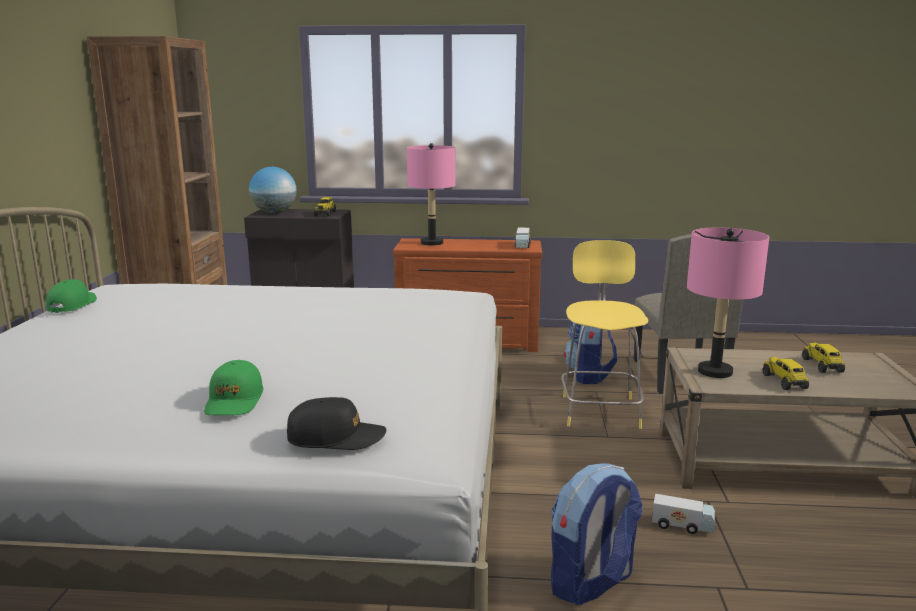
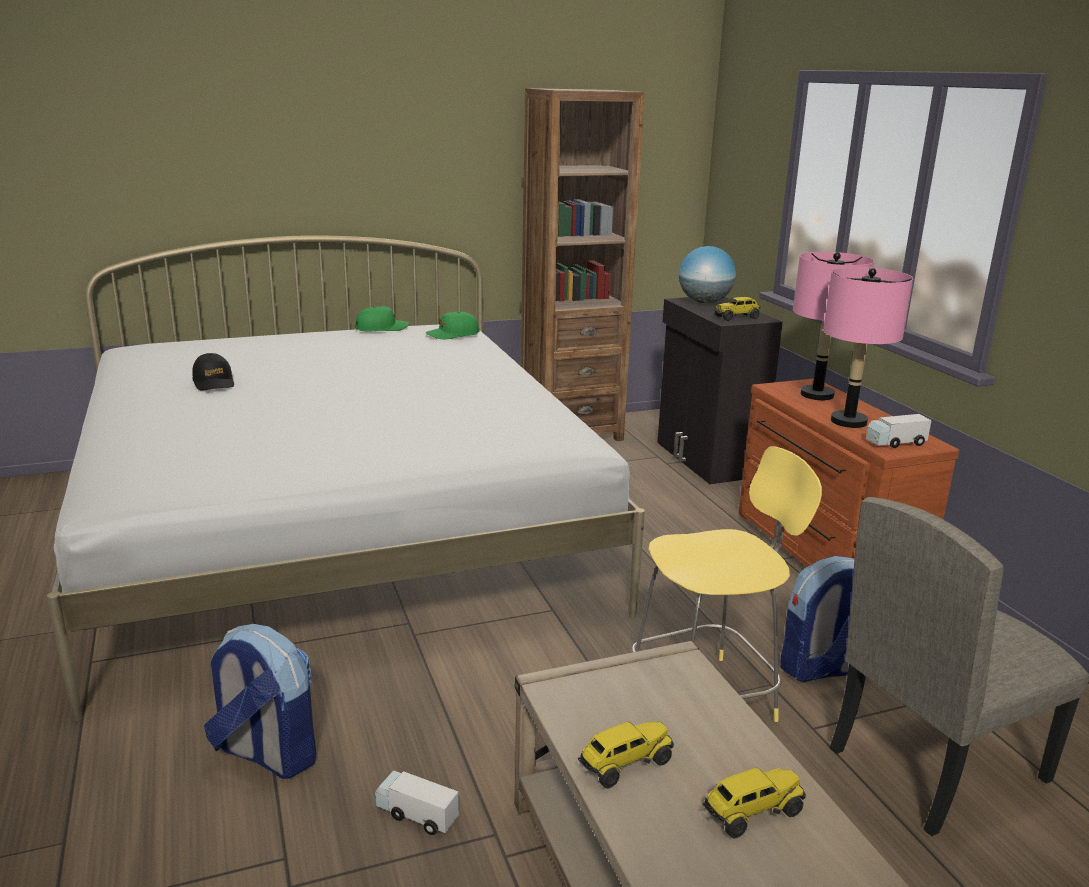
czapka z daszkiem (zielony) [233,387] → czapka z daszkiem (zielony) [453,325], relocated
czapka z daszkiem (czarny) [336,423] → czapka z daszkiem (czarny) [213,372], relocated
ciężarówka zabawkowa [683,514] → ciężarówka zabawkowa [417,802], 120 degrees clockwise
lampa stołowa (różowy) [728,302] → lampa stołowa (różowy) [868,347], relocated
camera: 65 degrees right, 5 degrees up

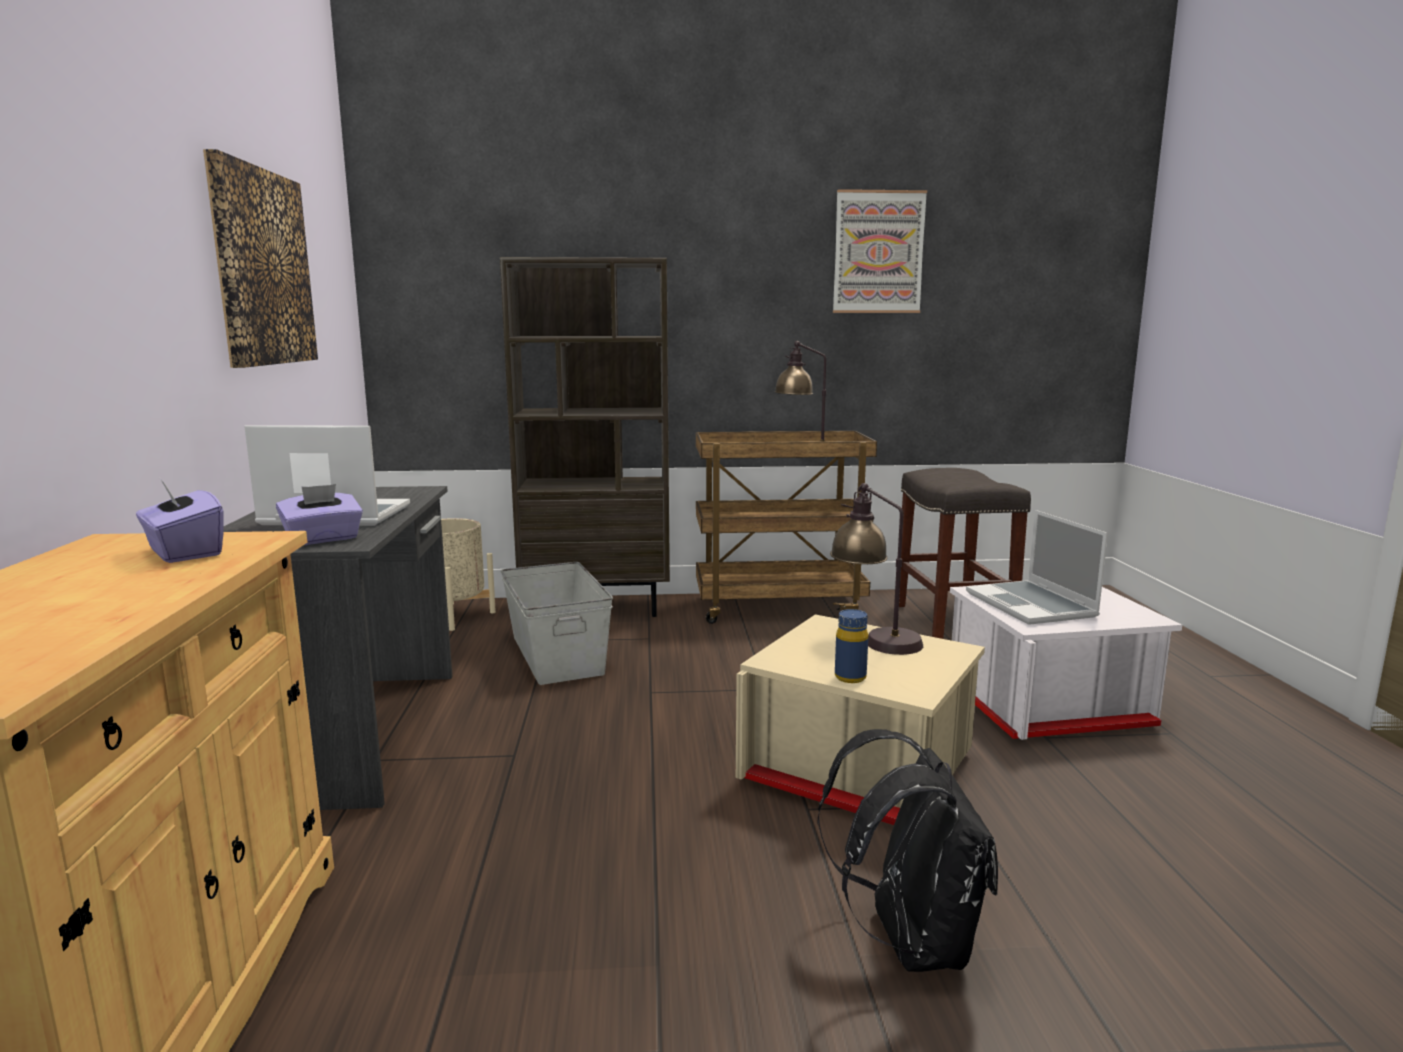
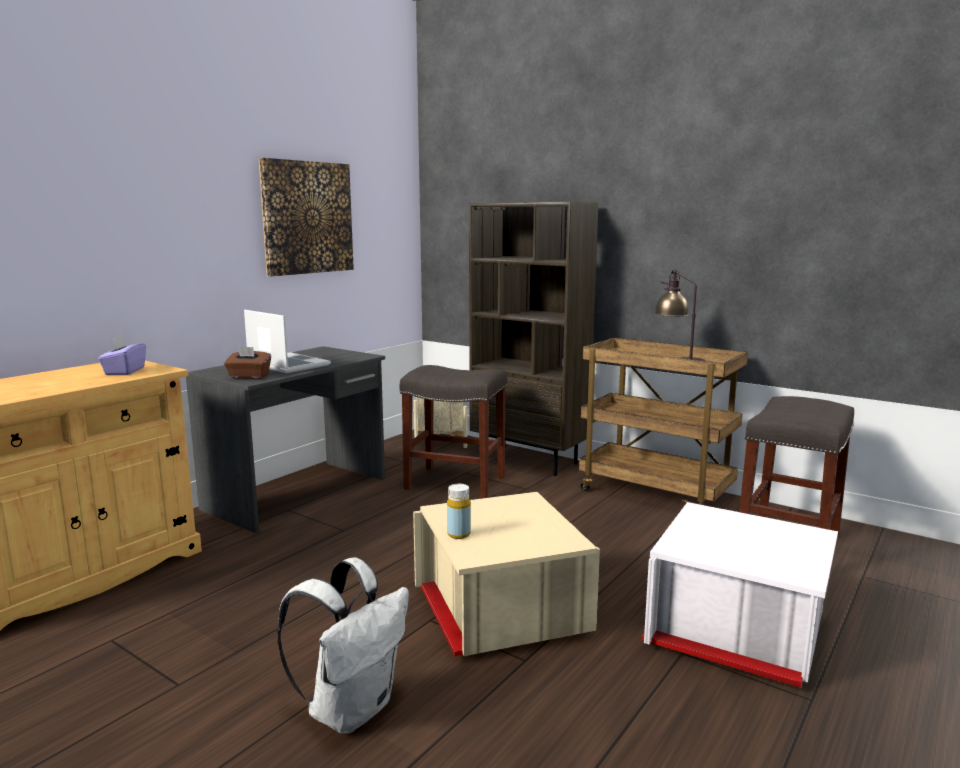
pudełko chusteczek (fioletowy) [319,514] → pudełko chusteczek (brązowy) [247,362]
pojemnik do przechowywania (szary) [557,623] → stołek (szary) [453,432]
plecak (czarny) [907,850] → plecak (biały) [343,645]
lampa stołowa [876,569] → -
obraz [880,251] → -
butelka (niebieski) [851,646] → butelka (żółty) [459,511]
laptop [1037,567] → -
camera: 40 degrees right, 0 degrees up

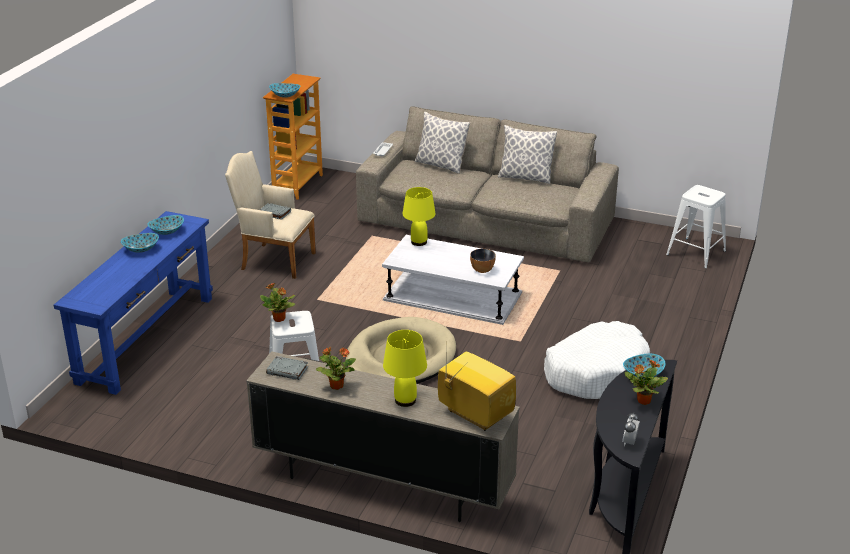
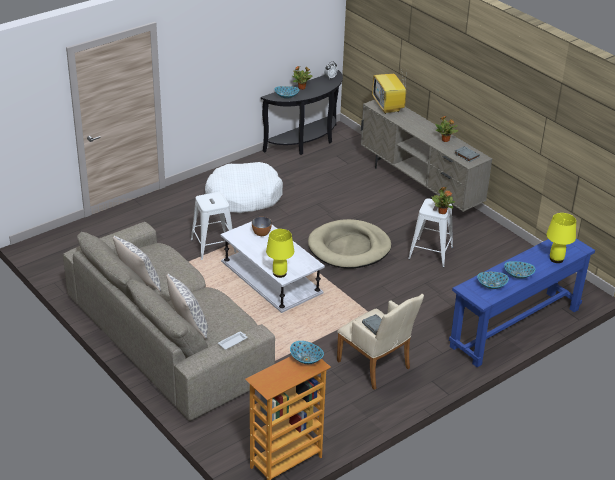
lampa stołowa (żółty) [405,368] → lampa stołowa (żółty) [561,238], relocated
stołek (biały) [696,227] → stołek (biały) [214,226], relocated
camera: 150 degrees left, 5 degrees up

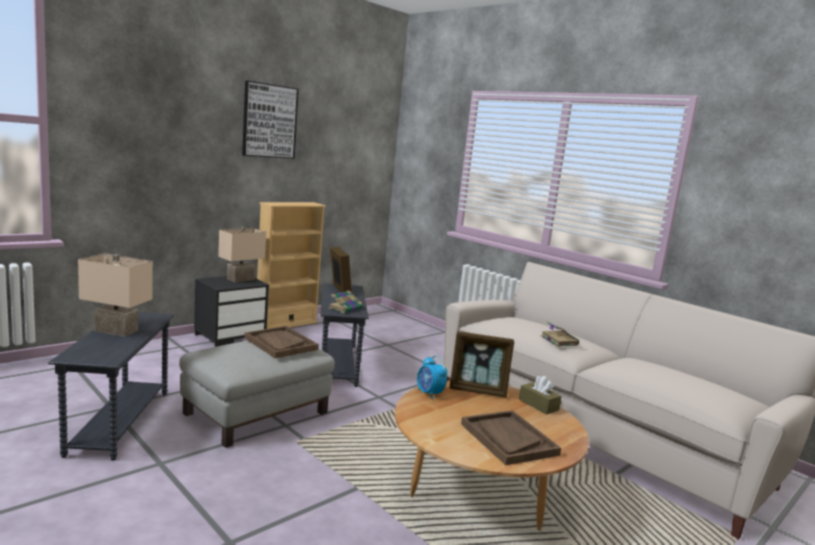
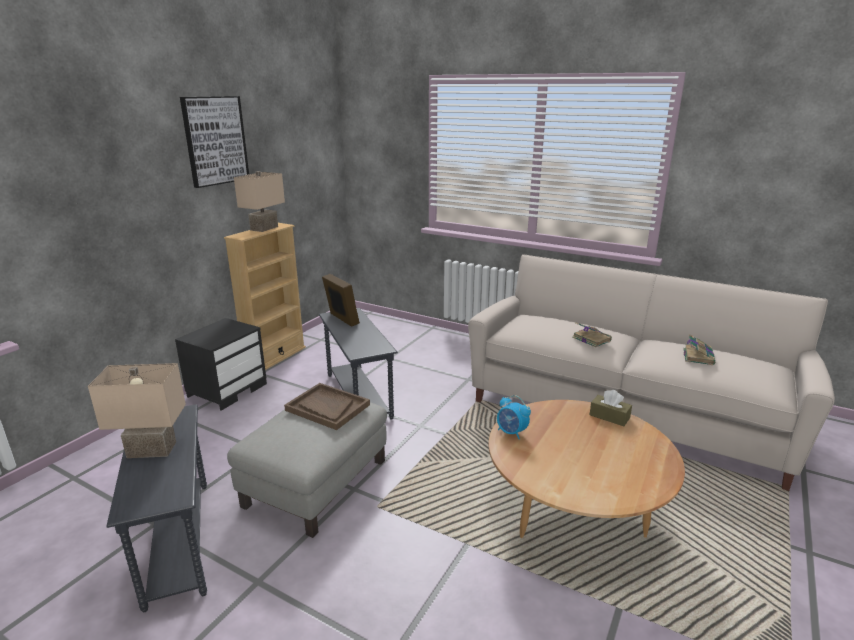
lampa stołowa (beżowy) [242,254] → lampa stołowa (beżowy) [259,201], relocated
książka [345,301] → książka [699,349], relocated
ramka na zdjęcie [481,364] → -
taca (brązowy) [511,437] → -
camera: 15 degrees left, 10 degrees up

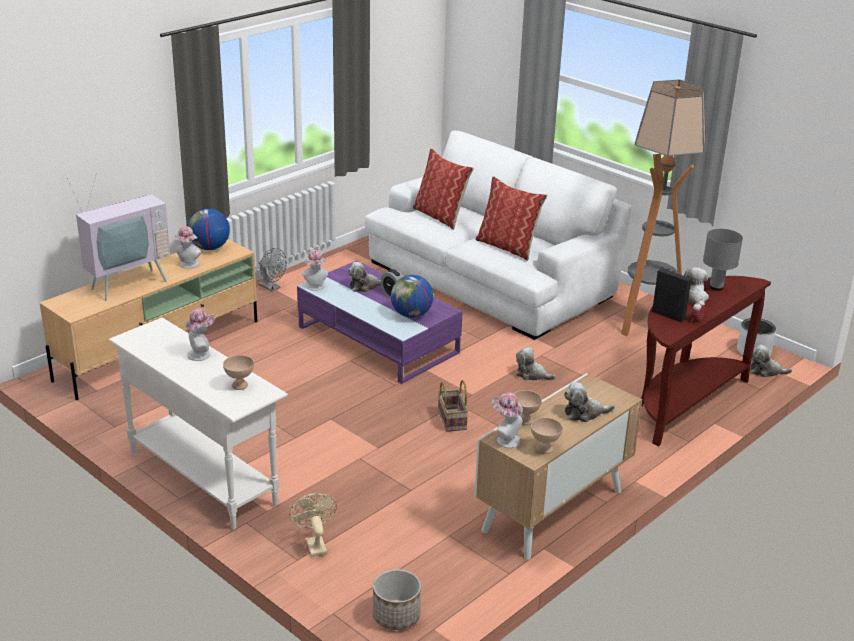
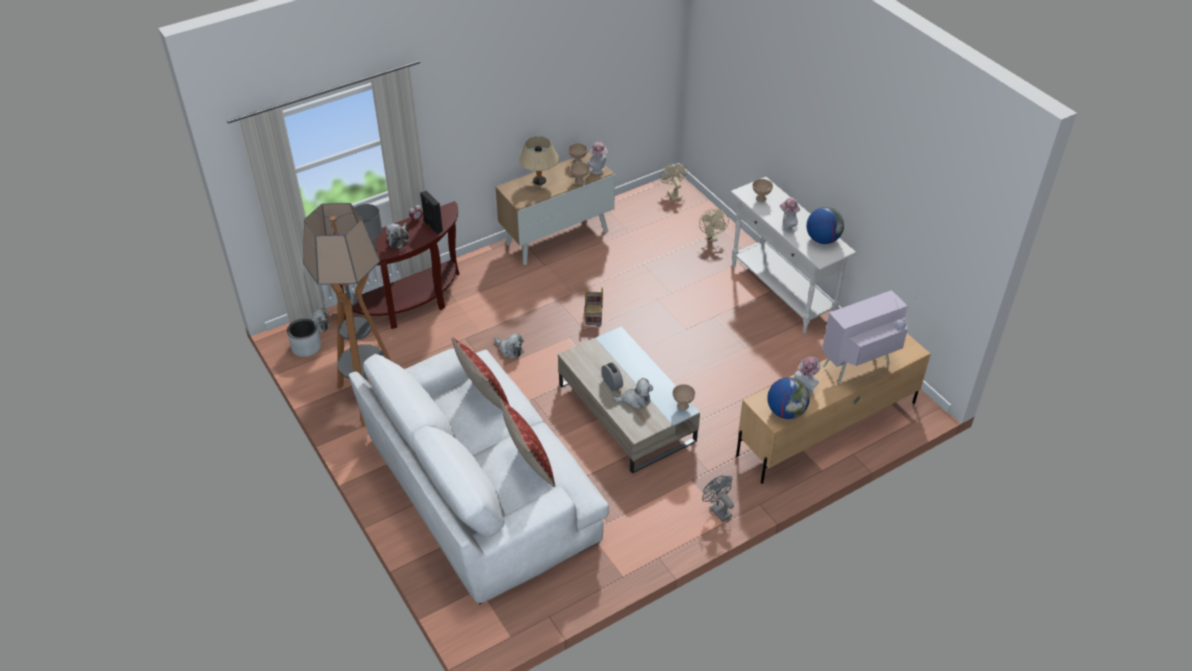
ława (fioletowy) [380,322] → ława (beżowy) [629,399]
kapelusz [315,270] → miska (beżowy) [684,397]
donica [397,599] → wentylator (beżowy) [673,182]
globus [412,296] → globus [825,225], relocated
pluszak [589,402] → lampa stołowa (beżowy) [539,161]
camera: 165 degrees left, 15 degrees up

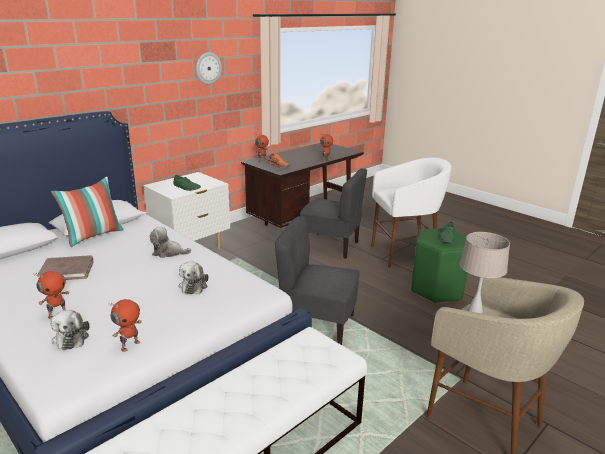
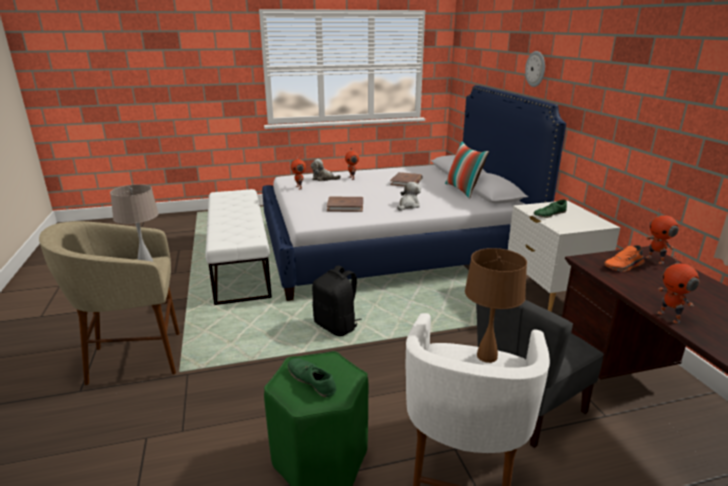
pluszak [193,277] → książka (brązowy) [345,204]
zegar ścienny [209,68] → zegar ścienny [535,69], relocated
krzesło (szary) [317,280] → plecak (czarny) [337,300]
- → lampa stołowa (brązowy) [496,305]
camera: 120 degrees right, 0 degrees up

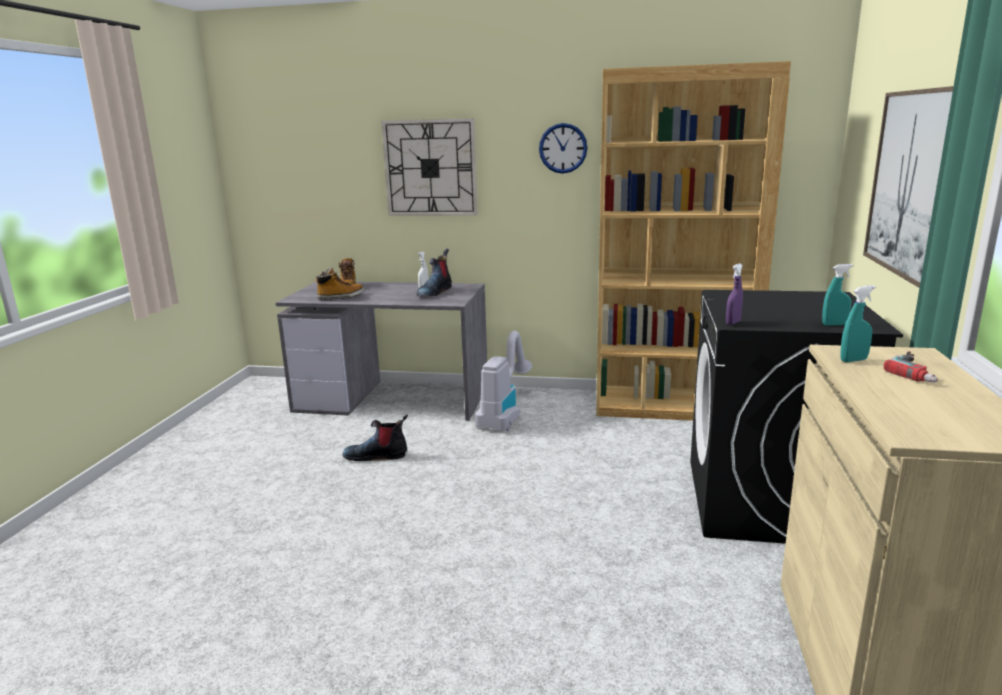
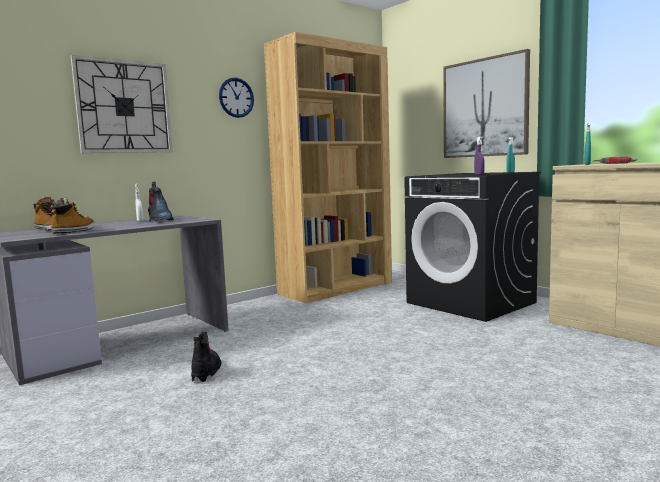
but z cholewką [375,438] → but z cholewką [206,356], 135 degrees clockwise
odkurzacz [503,381] → -
camera: 50 degrees left, 10 degrees down

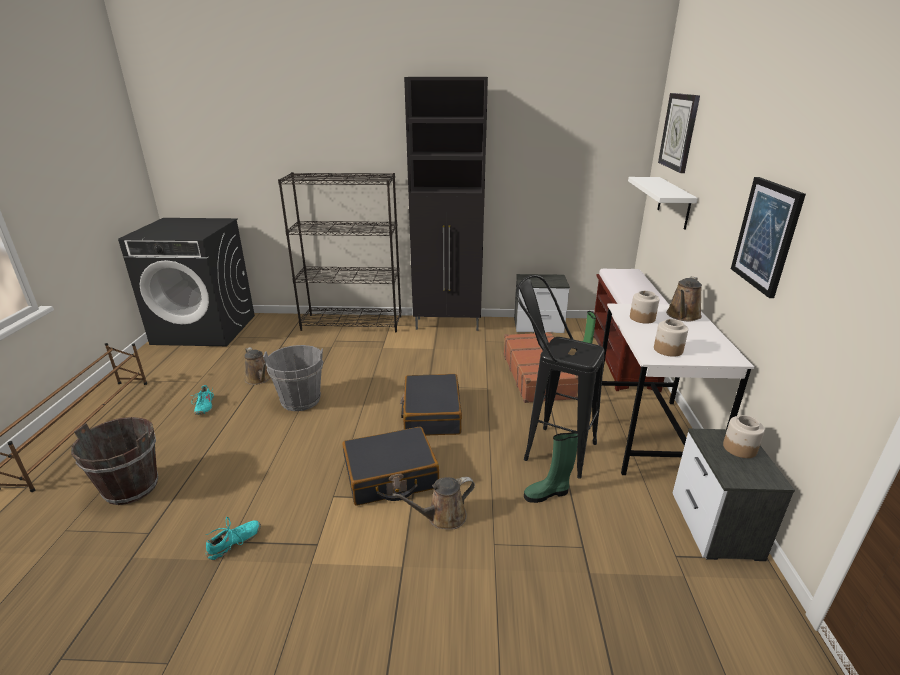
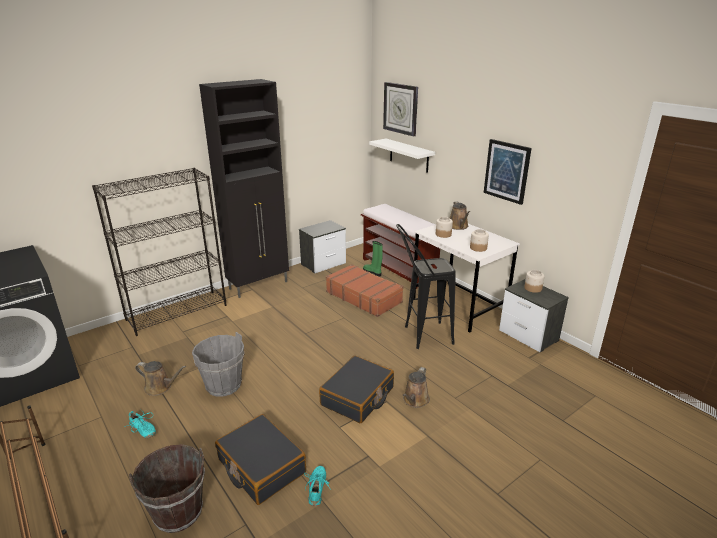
walizka (czarny) [431,405] → walizka (czarny) [260,459], relocated
but z cholewką (zielony) [551,467] → -
camera: 40 degrees left, 0 degrees up

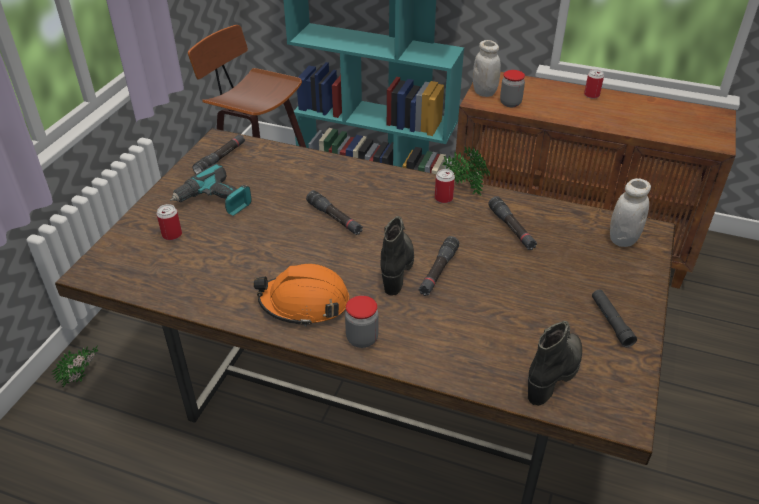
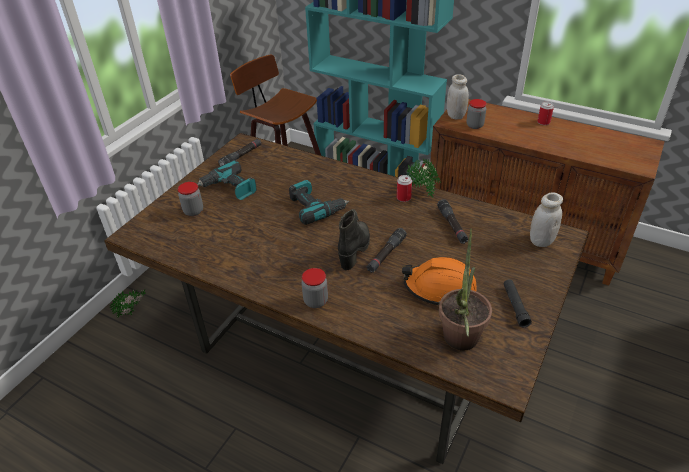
puszka [169,222] → słoik [190,199]
kask (pomarańczowy) [301,295] → kask (pomarańczowy) [439,281], relocated
latarka (czarny) [334,212] → wiertarka [319,202]
but z cholewką (czarny) [555,363] → roślina doniczkowa [465,289]
camera: 10 degrees right, 0 degrees up

